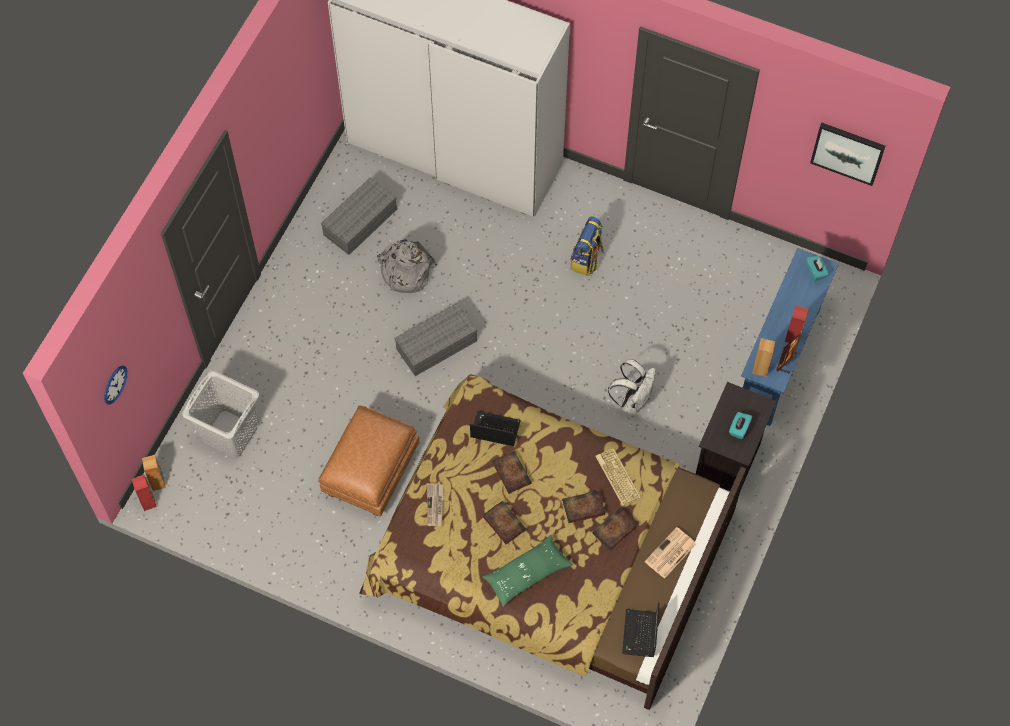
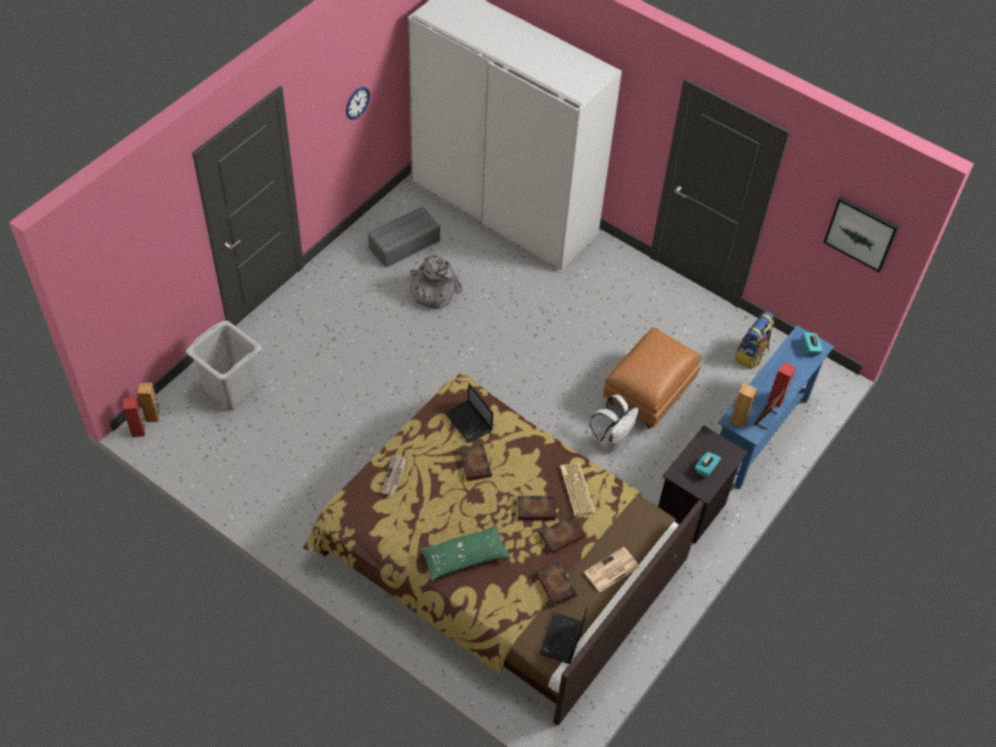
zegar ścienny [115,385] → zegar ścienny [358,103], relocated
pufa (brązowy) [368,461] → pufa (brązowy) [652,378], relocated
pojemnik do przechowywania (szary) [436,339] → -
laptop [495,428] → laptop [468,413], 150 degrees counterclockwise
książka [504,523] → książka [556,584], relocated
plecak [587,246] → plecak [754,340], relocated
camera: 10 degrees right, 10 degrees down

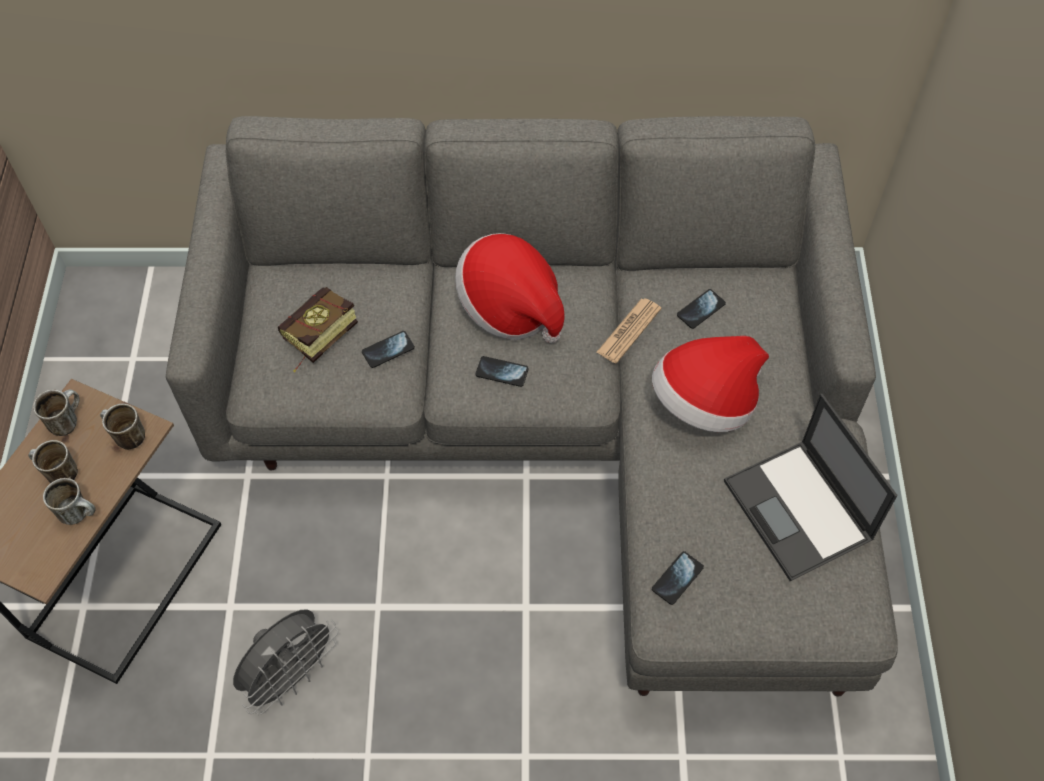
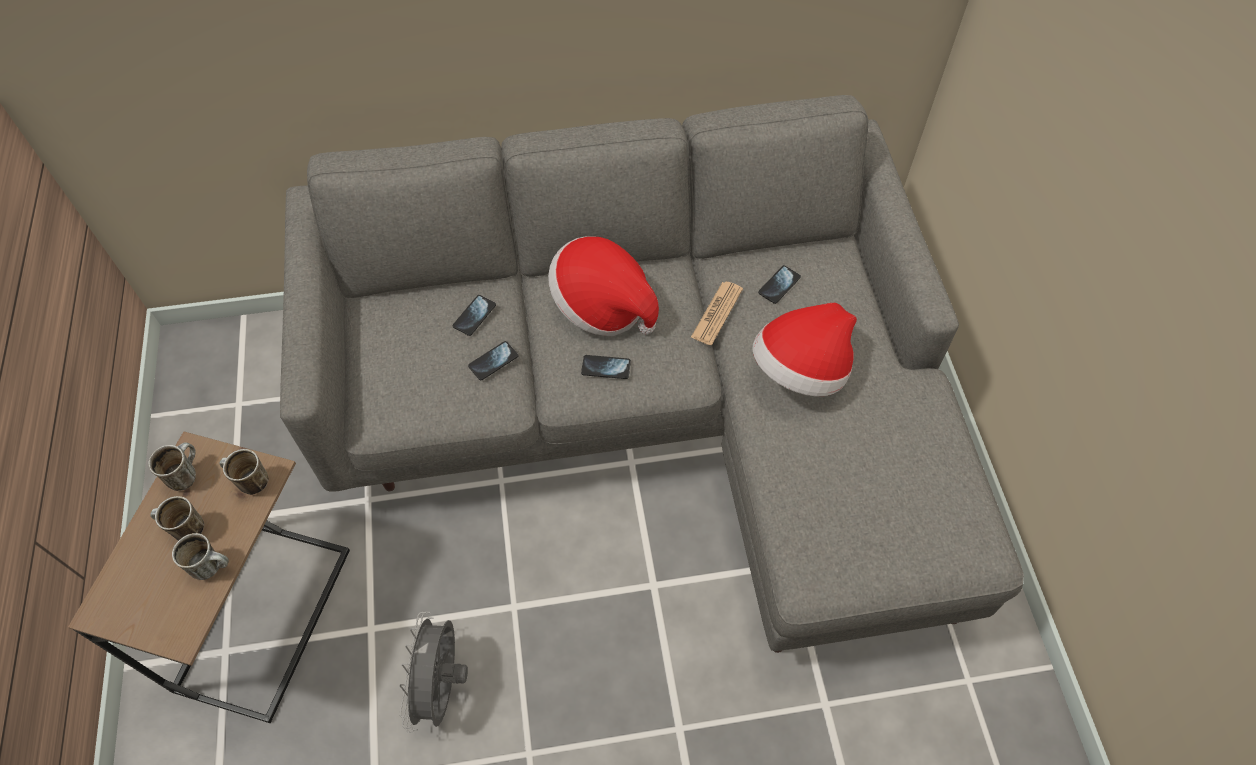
wentylator (szary) [285,662] → wentylator (szary) [433,672], 150 degrees clockwise
książka [318,329] → -
telefon [678,578] → telefon [474,315], relocated
laptop [811,487] → -
camera: 10 degrees left, 0 degrees up

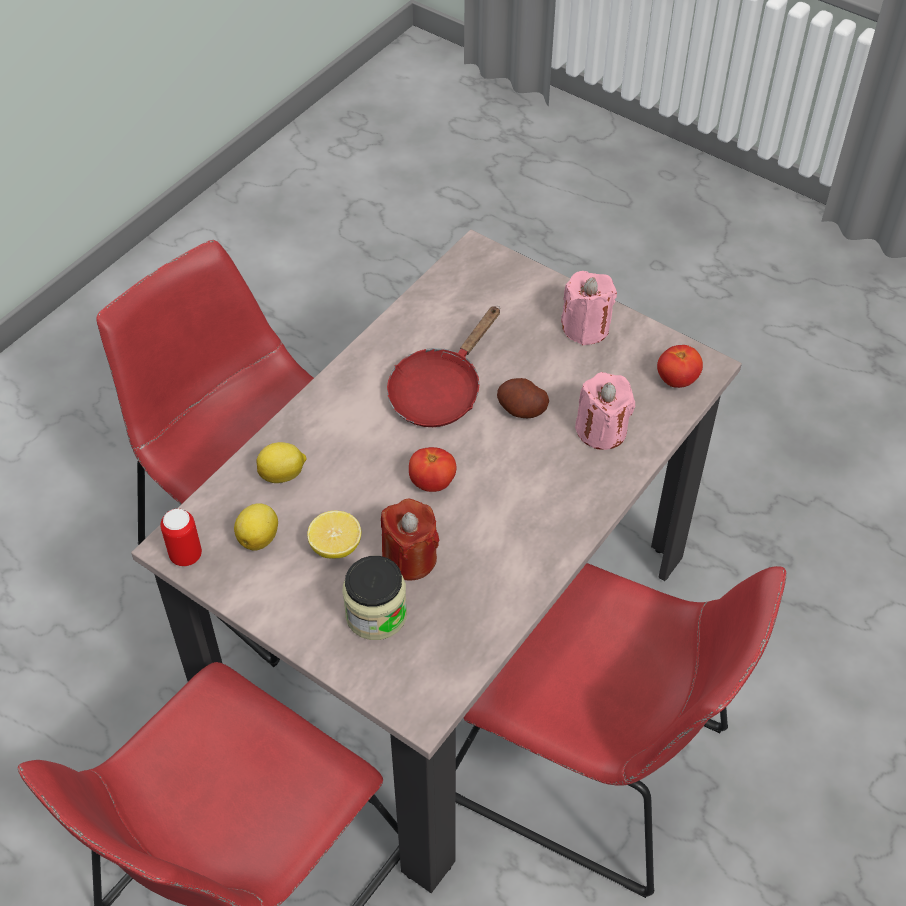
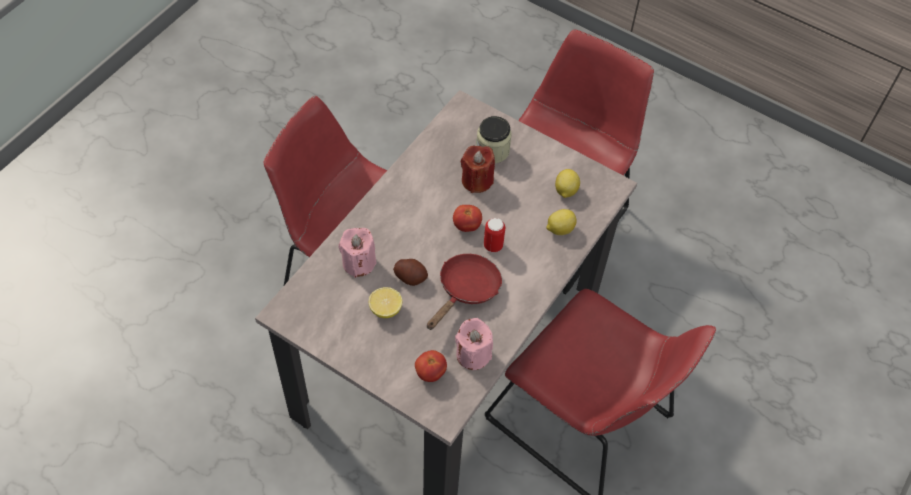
puszka [181,537] → puszka [494,235], relocated
cytryna [334,534] → cytryna [385,302], relocated
świeca (różowy) [589,308] → świeca (różowy) [474,344], relocated
pomidor [680,366] → pomidor [431,366], relocated
camera: 175 degrees right, 5 degrees up

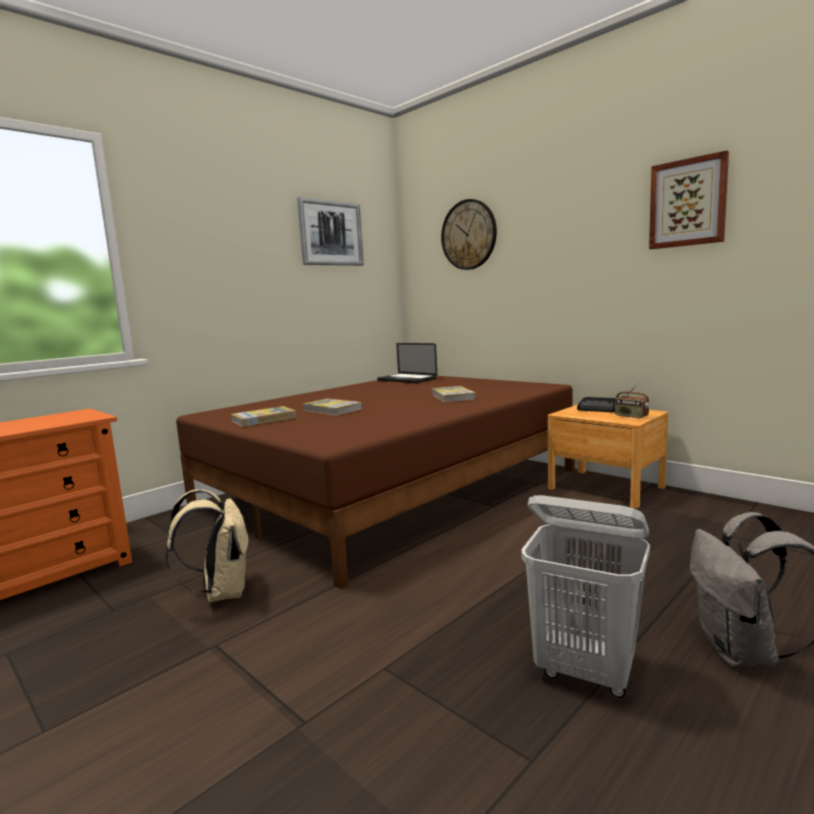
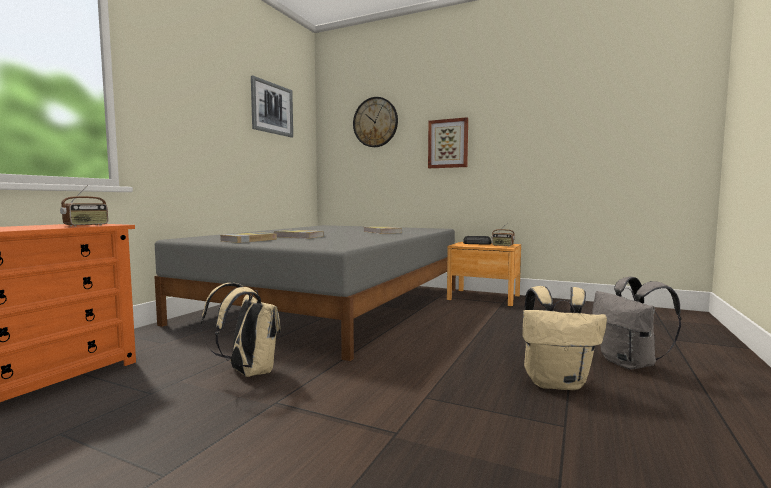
łóżko (brązowy) [375,483] → łóżko (szary) [305,293]
laptop [407,363] → -
kosz na pranie (biały) [586,596] → plecak (beżowy) [565,338]
obraz [689,199] → obraz [448,142], relocated
- → radio [84,206]
camera: 20 degrees left, 5 degrees down

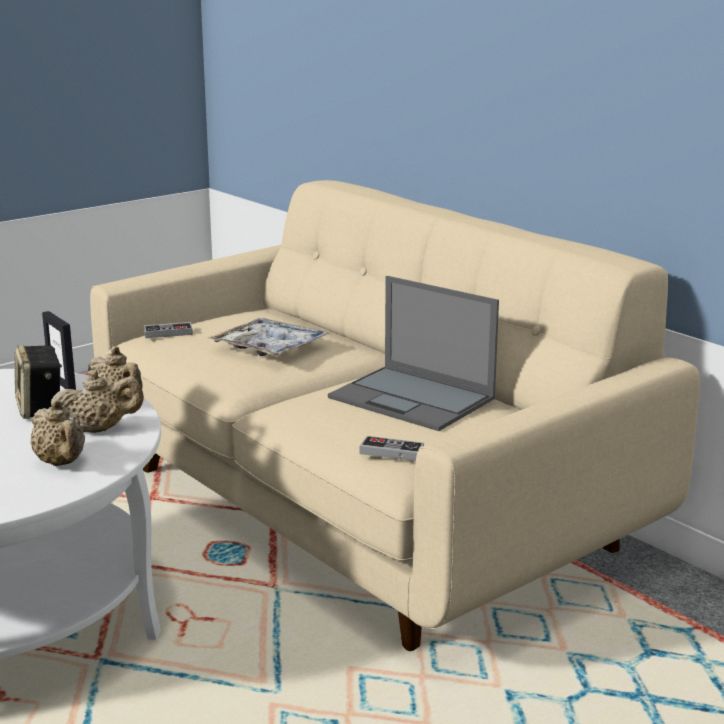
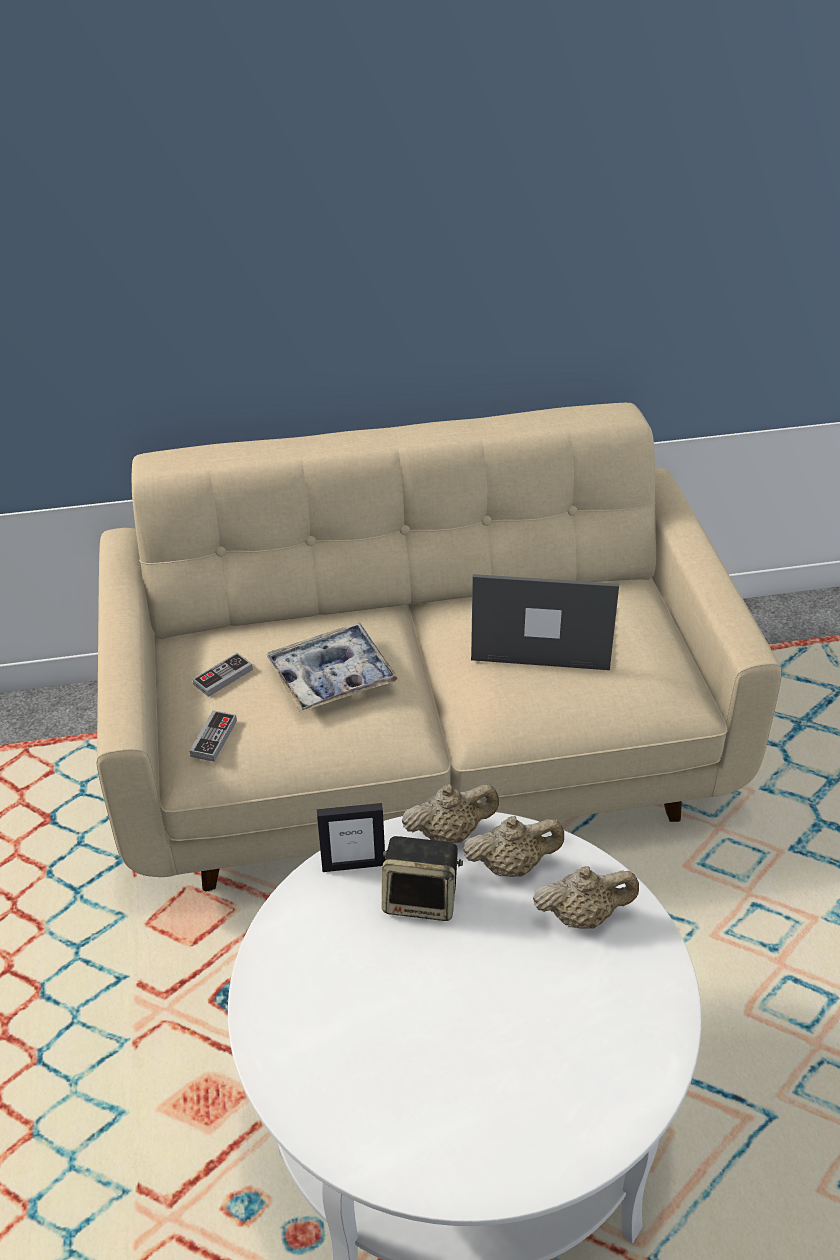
imbryk (beżowy) [97,401] → imbryk (beżowy) [513,846], 60 degrees clockwise
laptop [413,353] → laptop [545,622], 150 degrees counterclockwise
pad do gier [392,448] → pad do gier [223,675], relocated
camera: 60 degrees left, 20 degrees up

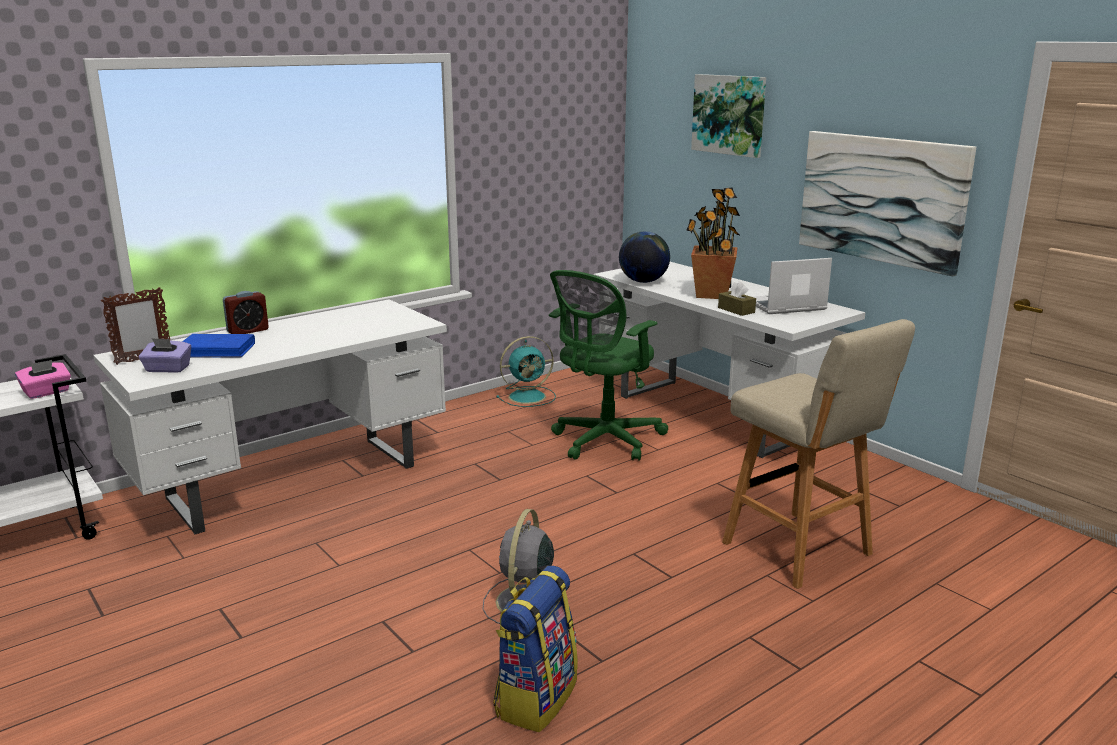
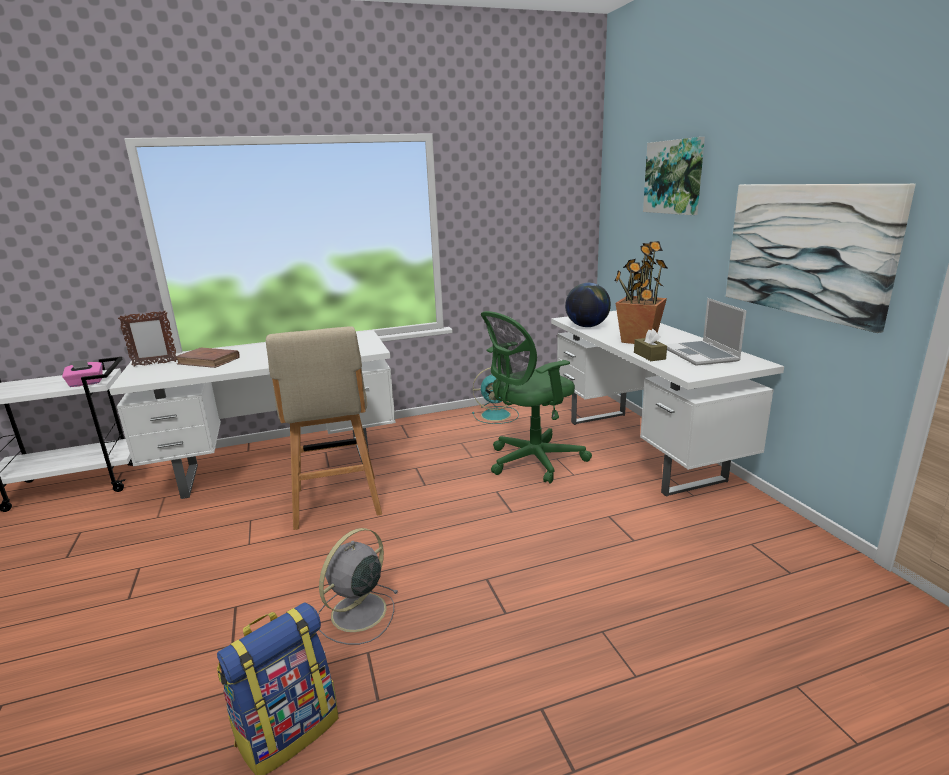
pudełko chusteczek (fioletowy) [165,355] → -
książka (niebieski) [218,345] → książka (brązowy) [207,357]
budzik [246,312] → -
stołek (beżowy) [818,454] → stołek (beżowy) [324,428], relocated
laptop [793,286] → laptop [706,332], 105 degrees counterclockwise
camera: 20 degrees right, 0 degrees up

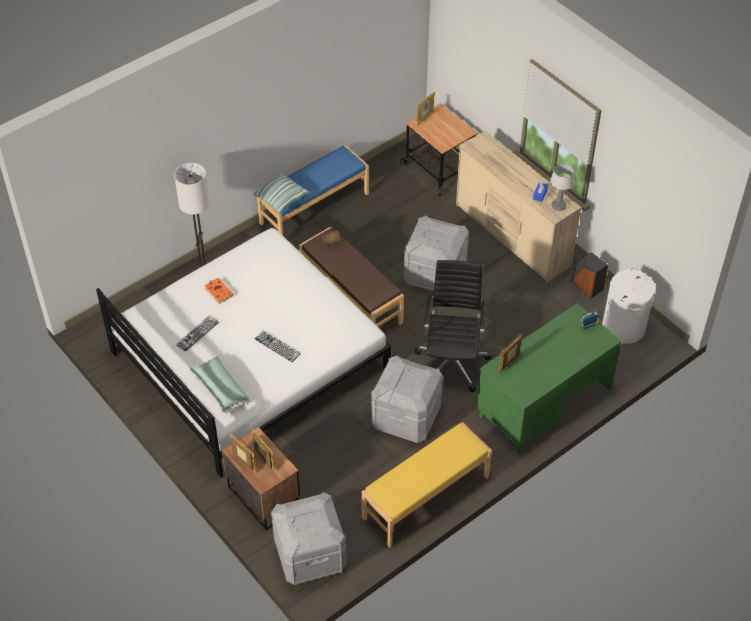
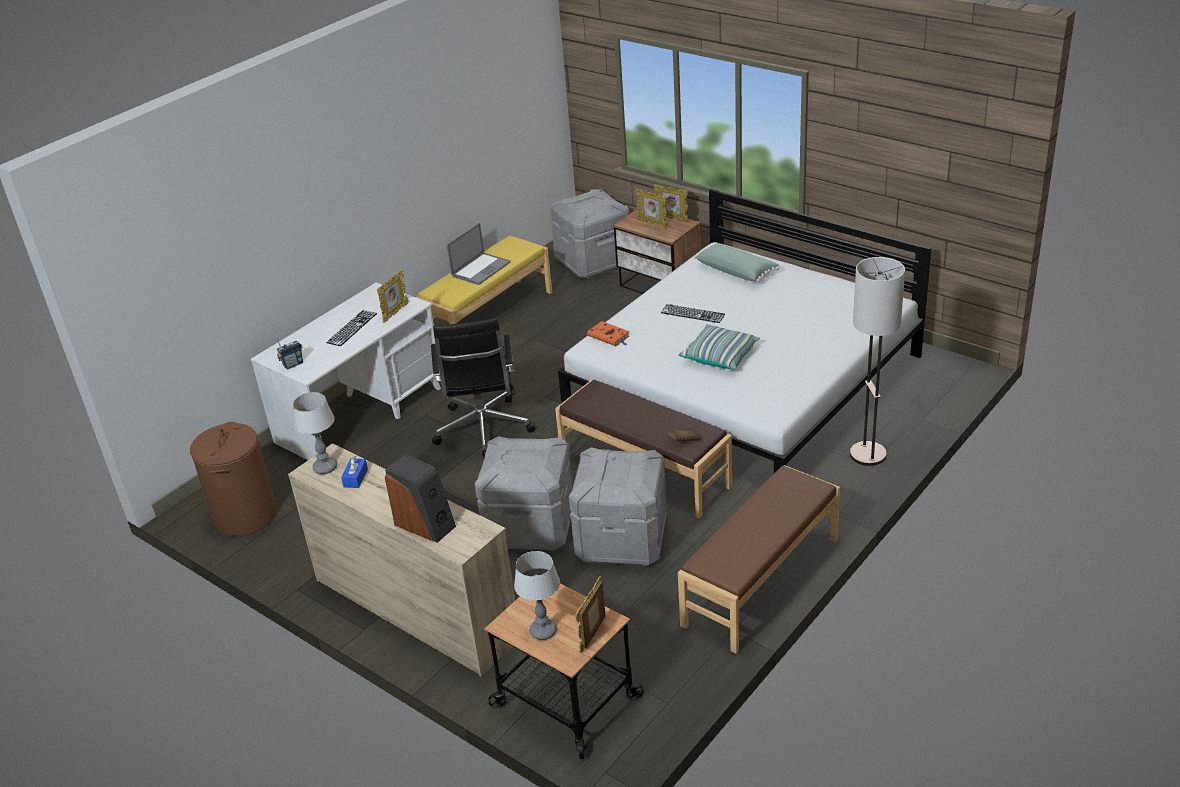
klawiatura [197,333] → klawiatura [351,328], relocated
książka (pomarańczowy) [219,291] → książka (pomarańczowy) [608,333], relocated
poduszka [281,193] → poduszka [719,346], relocated
ławka (niebieski) [313,190] → ławka (brązowy) [759,559]
pojemnik do przechowywania (szary) [407,399] → pojemnik do przechowywania (szary) [618,506], relocated
biurko (zielony) [549,378] → biurko (biały) [345,371]
głośnik [589,276] → głośnik [420,498], relocated
kosz na pranie (biały) [629,306] → kosz na pranie (brązowy) [233,479]
- → laptop [479,254]
- → lampa stołowa [537,595]
camera: 170 degrees right, 15 degrees down

